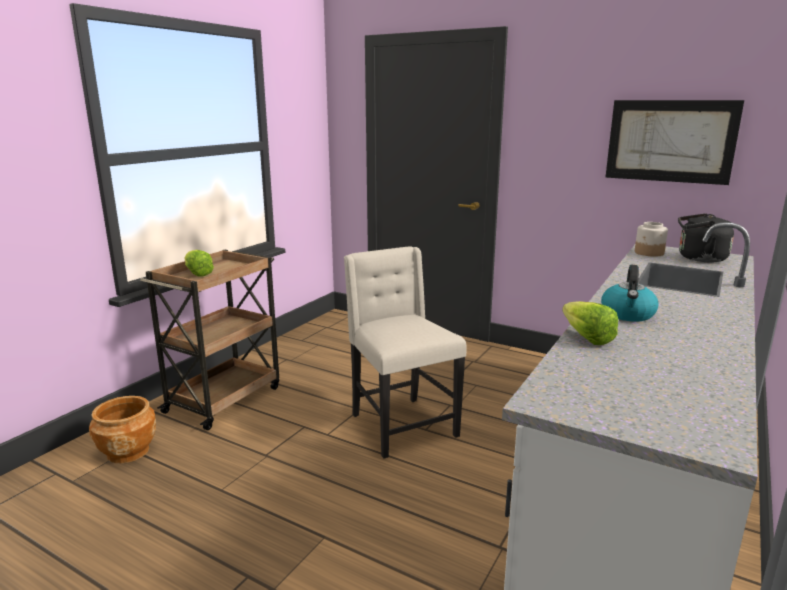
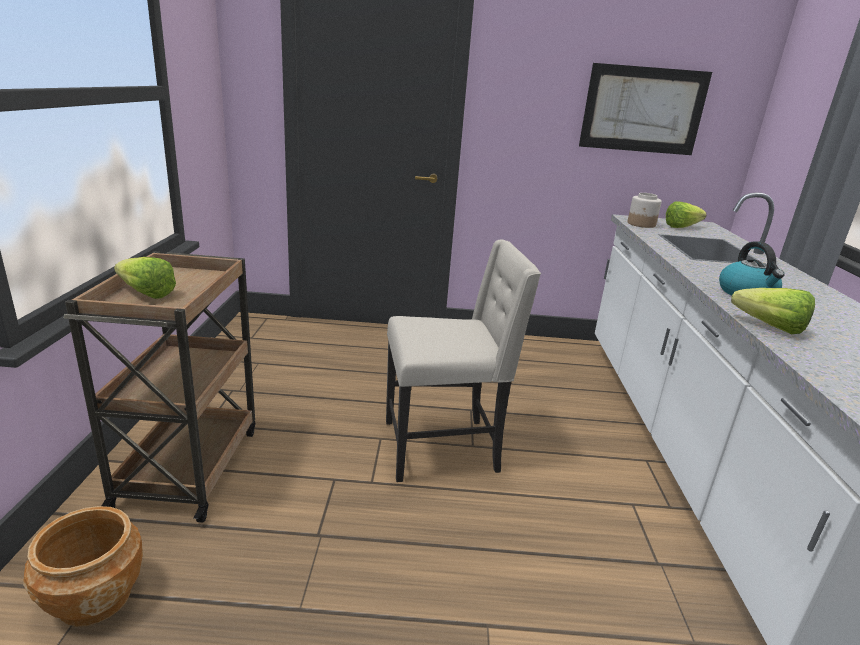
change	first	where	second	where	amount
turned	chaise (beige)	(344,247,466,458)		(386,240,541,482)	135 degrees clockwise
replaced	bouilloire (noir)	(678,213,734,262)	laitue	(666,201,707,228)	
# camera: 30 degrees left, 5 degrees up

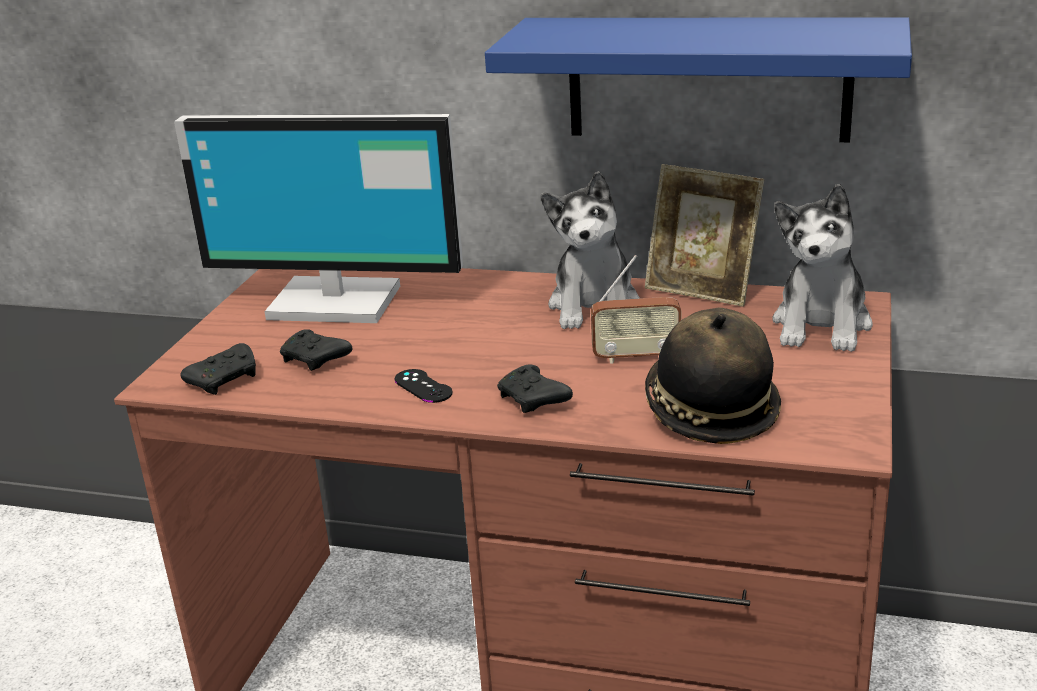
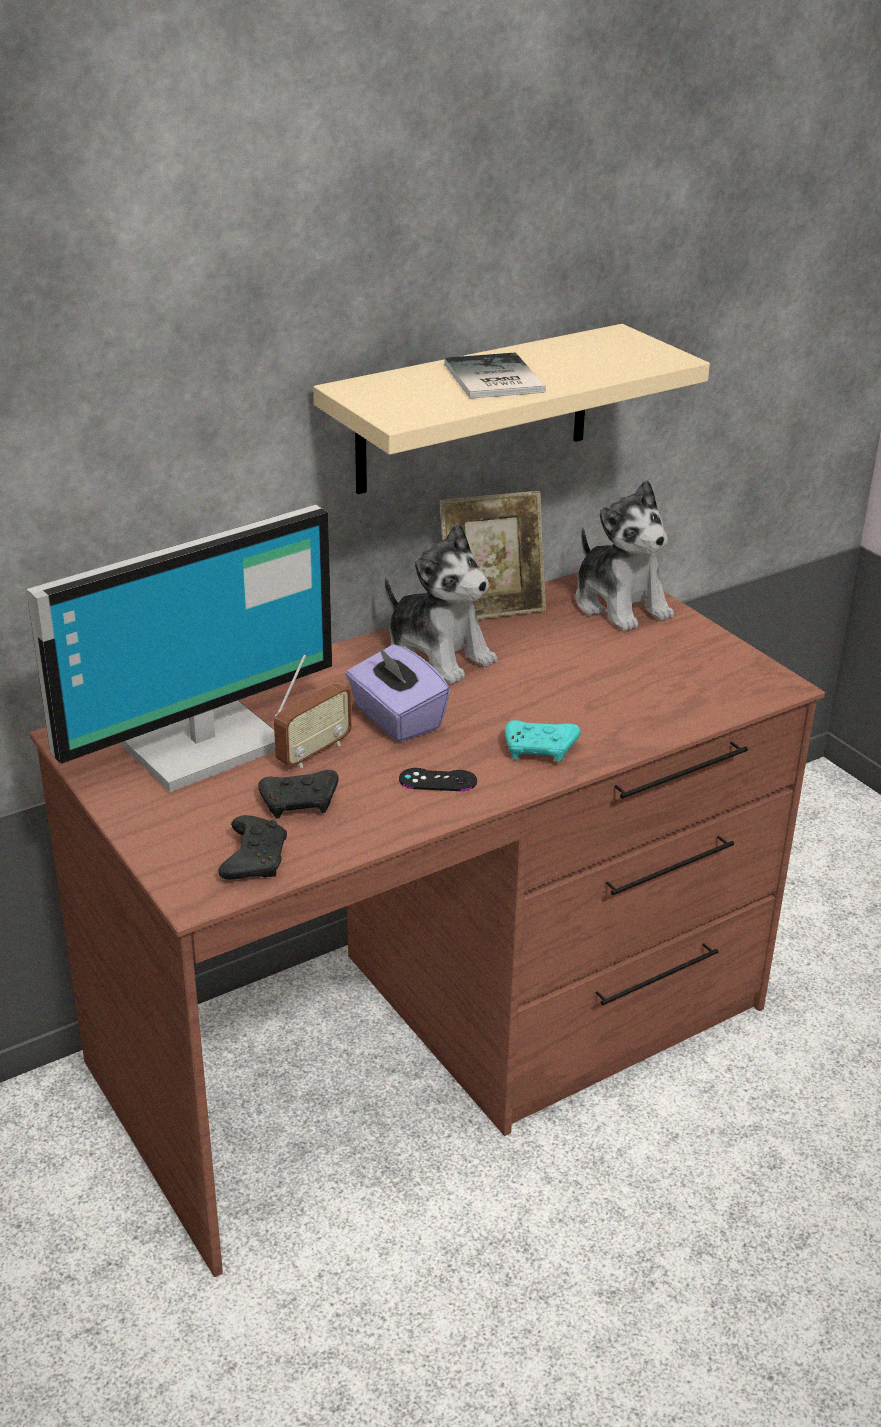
change	first	where	second	where	amount
moved	radio	(591,255,681,364)		(274,654,352,768)	
recoloured	étagère (bleu)	(485,17,912,143)	étagère (beige)	(313,324,710,494)	
added			boîte à mouchoirs (violet)	(346,644,450,742)	
added			livre	(444,353,546,399)	
recoloured	manette (noir)	(497,364,573,413)	manette (turquoise)	(505,720,581,762)	
removed	chapeau	(645,308,781,444)			
# camera: 50 degrees left, 5 degrees up

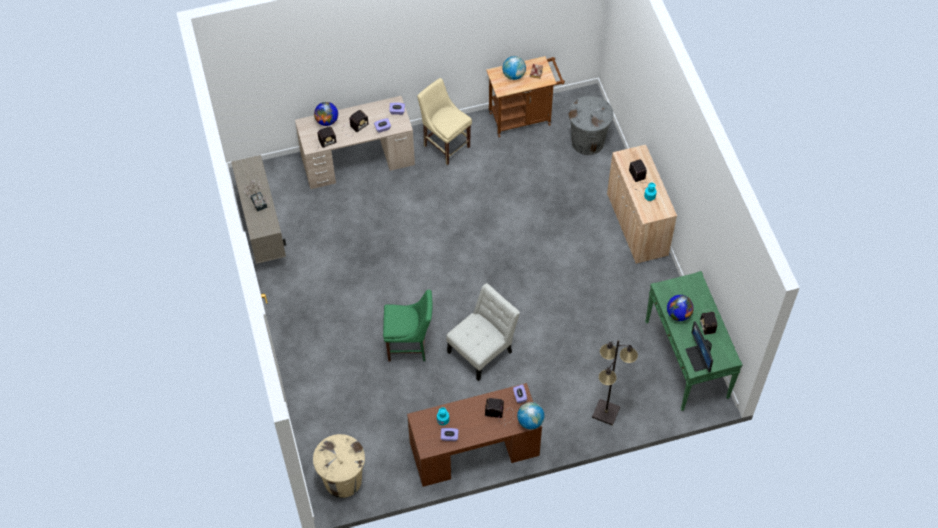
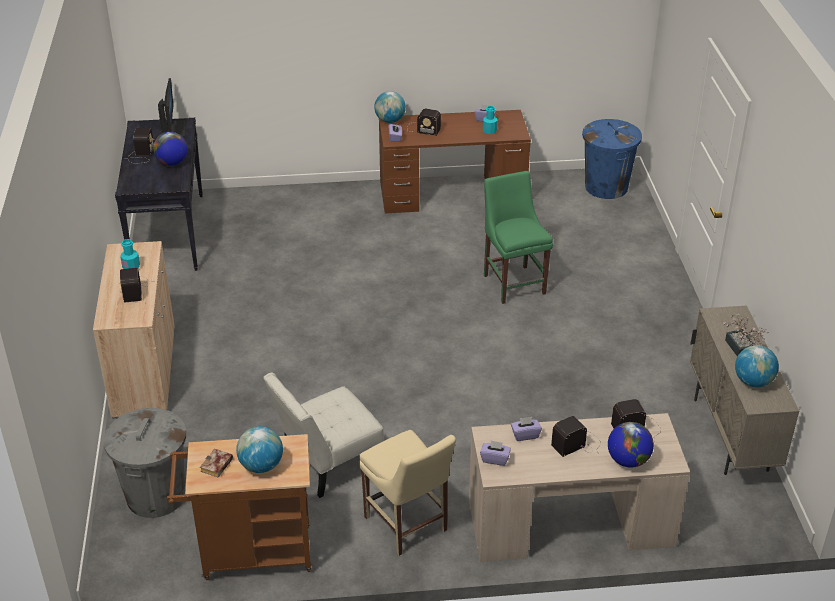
change	first	where	second	where	amount
recoloured	table console (vert)	(645,271,742,411)	table console (noir)	(115,118,203,271)	
moved	chaise (blanc)	(446,283,520,381)		(263,372,384,498)	
turned	chaise (vert)	(383,290,432,362)		(484,171,553,304)	60 degrees clockwise
recoloured	poubelle (beige)	(313,434,365,498)	poubelle (bleu)	(582,119,642,199)	
added			globe	(735,345,779,388)	
removed	lampadaire (noir)	(592,340,638,426)			
# camera: 170 degrees left, 20 degrees down

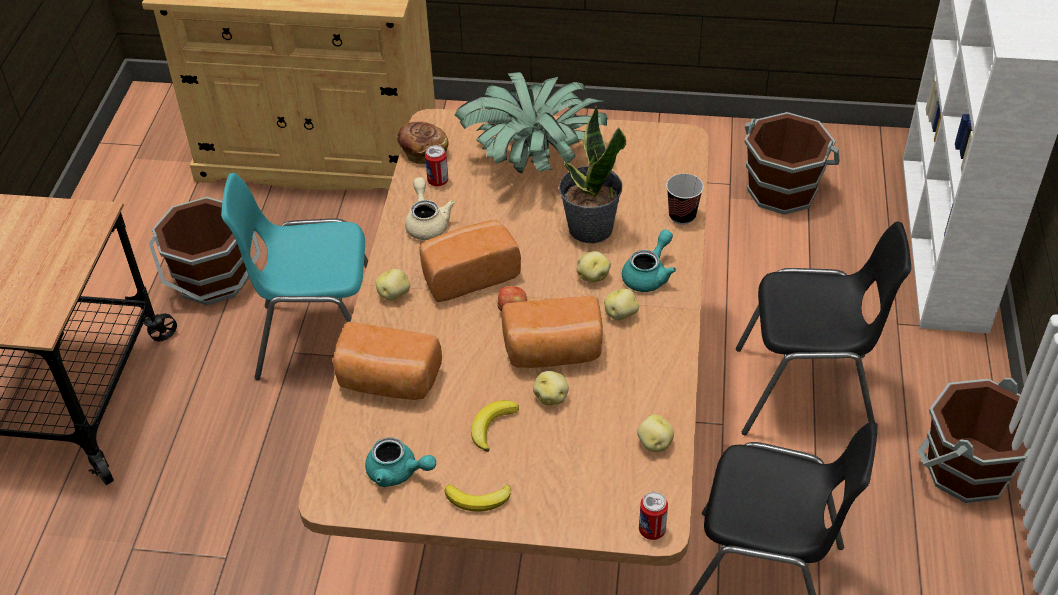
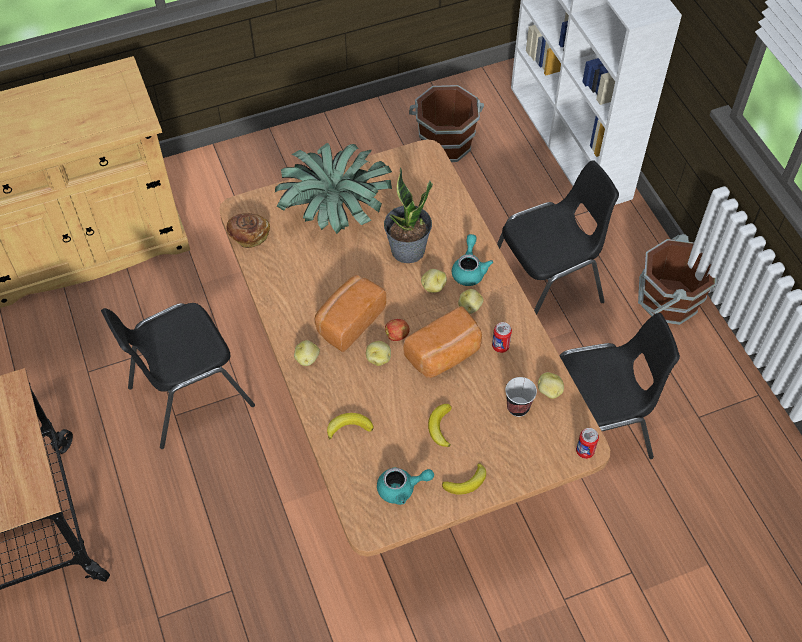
change	first	where	second	where	amount
recoloured	chaise (turquoise)	(221,173,368,380)	chaise (noir)	(101,303,255,449)	
replaced	pain	(333,322,442,400)	banane	(327,413,374,440)	
moved	pomme de terre	(533,371,569,406)		(366,341,391,366)	
moved	boîte métallique	(425,145,448,186)		(492,322,512,353)	
moved	tasse	(666,173,704,225)		(505,377,537,417)	
removed	seau (marron)	(149,197,261,305)			
removed	théière (beige)	(405,177,455,240)			
# camera: 30 degrees left, 10 degrees up

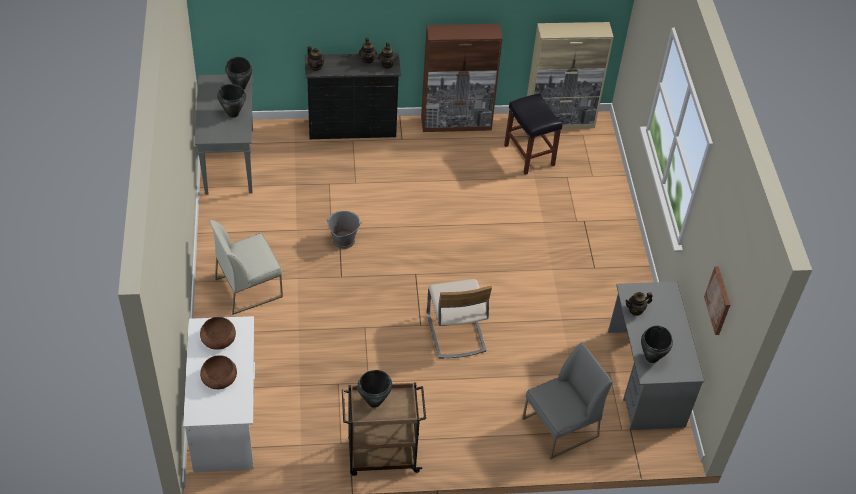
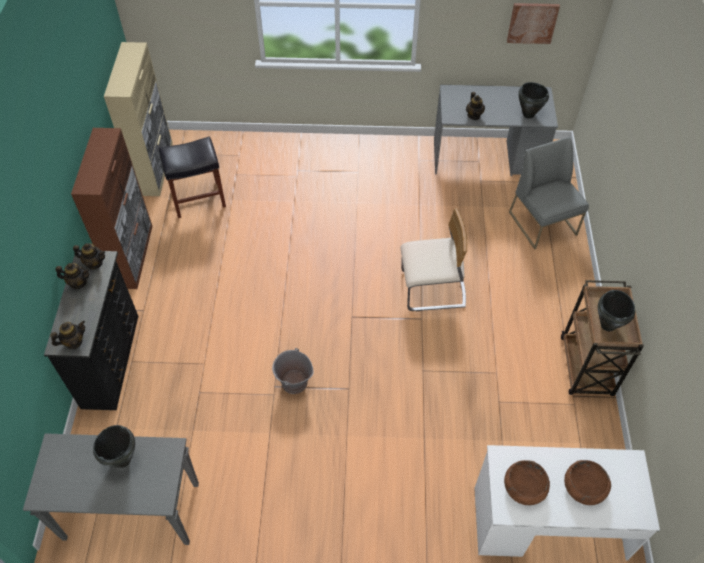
change	first	where	second	where	amount
removed	chaise (blanc)	(209,220,283,315)			
removed	marmite (noir)	(225,57,252,89)			
# camera: 80 degrees left, 5 degrees up

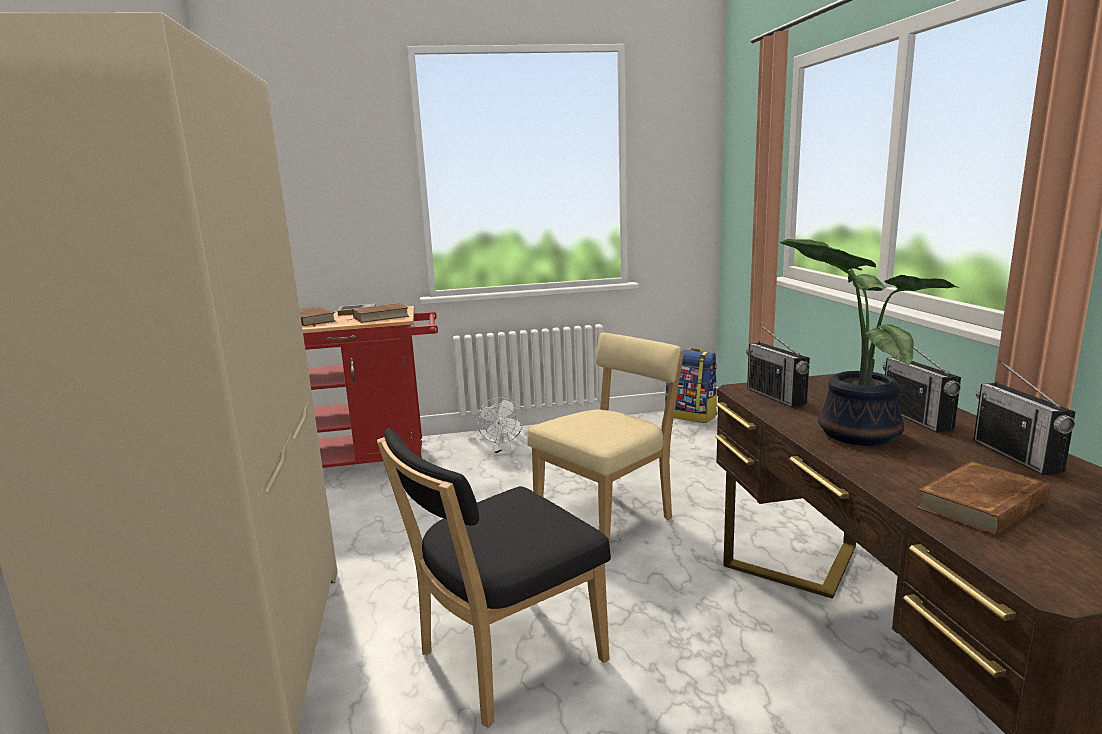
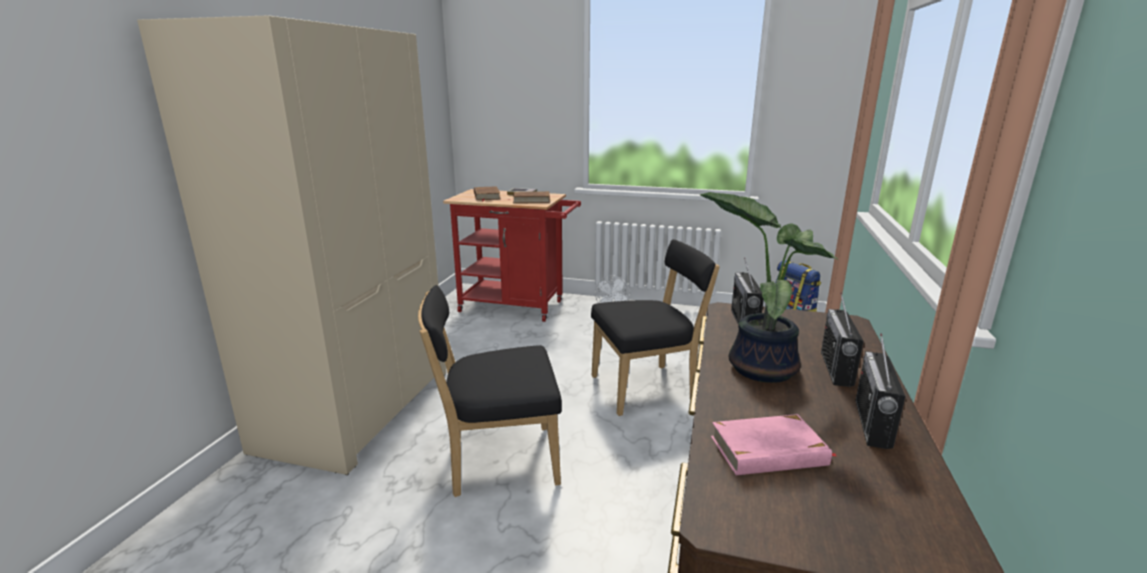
change	first	where	second	where	amount
recoloured	chaise (beige)	(527,333,684,545)	chaise (noir)	(591,239,720,416)	
recoloured	livre (marron)	(916,461,1050,536)	livre (rose)	(711,414,837,475)	
# camera: 25 degrees right, 5 degrees up

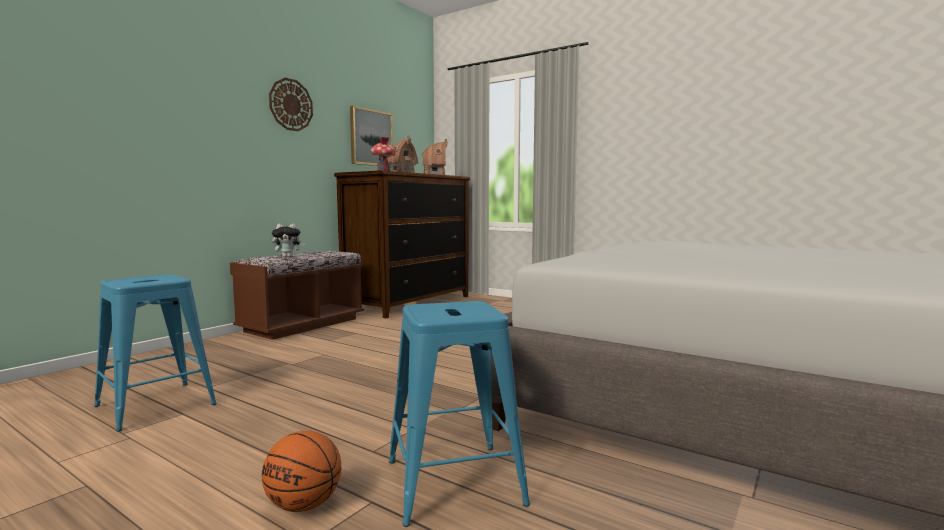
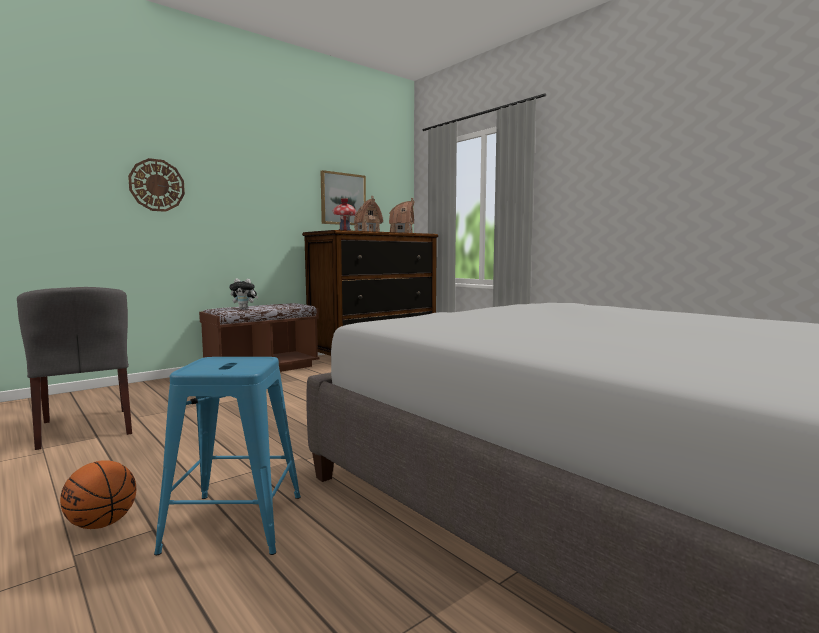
change	first	where	second	where	amount
replaced	tabouret (bleu)	(94,274,217,431)	chaise (gris)	(17,287,132,450)	
moved	horloge murale	(269,78,313,131)		(128,158,185,212)	
# camera: 15 degrees right, 0 degrees up

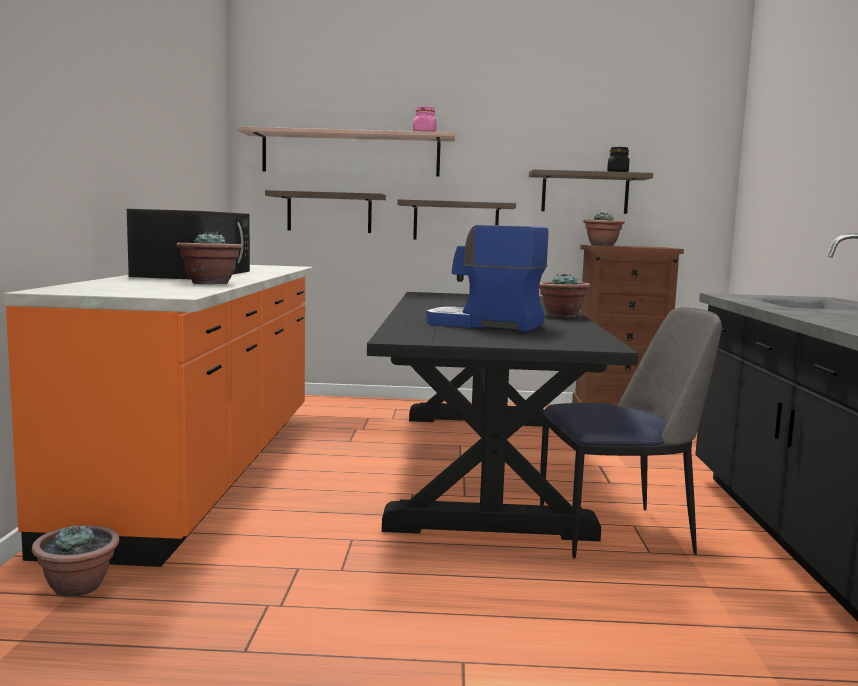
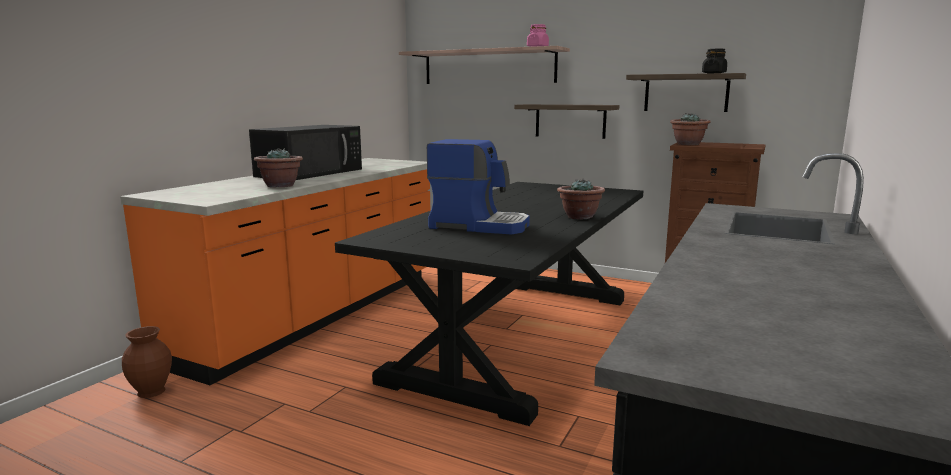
change	first	where	second	where	amount
replaced	plante en pot	(32,524,120,597)	vase (marron)	(122,326,172,398)	
turned	machine à café	(426,225,549,332)		(427,139,530,235)	150 degrees clockwise
removed	étagère	(265,190,386,233)			
removed	chaise	(540,307,722,558)			
# camera: 25 degrees right, 5 degrees up

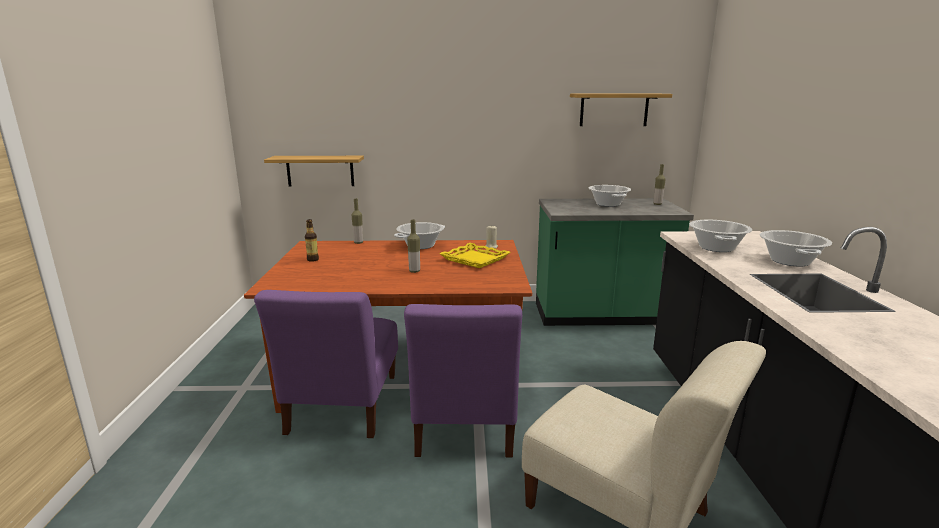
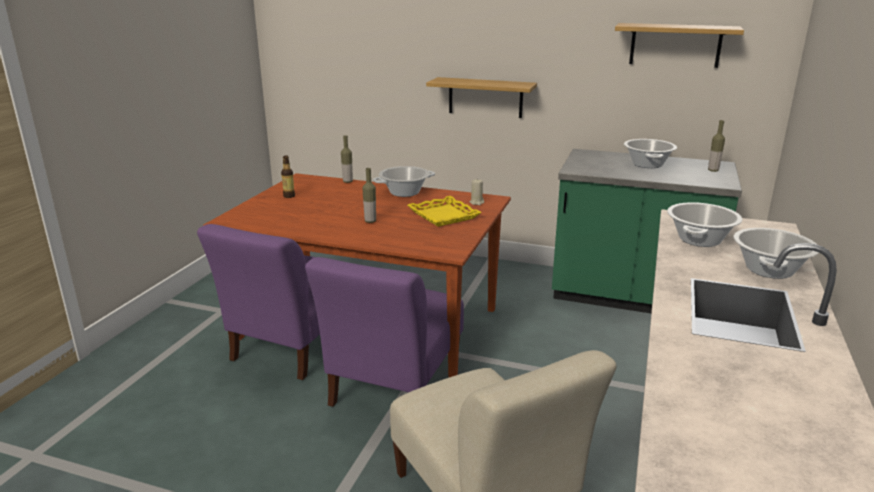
change	first	where	second	where	amount
moved	étagère	(264,156,364,187)		(426,77,537,118)	
# camera: 20 degrees right, 5 degrees up

